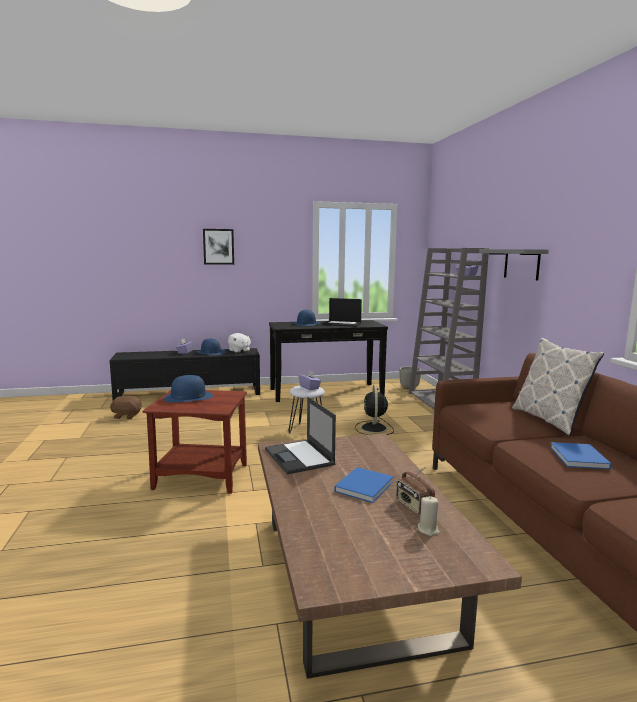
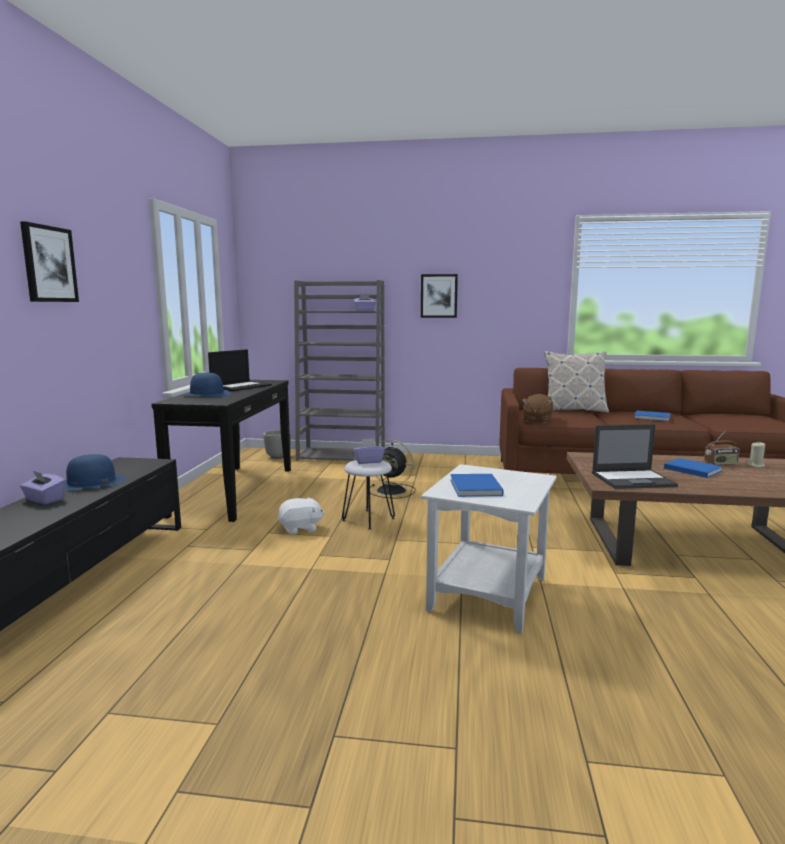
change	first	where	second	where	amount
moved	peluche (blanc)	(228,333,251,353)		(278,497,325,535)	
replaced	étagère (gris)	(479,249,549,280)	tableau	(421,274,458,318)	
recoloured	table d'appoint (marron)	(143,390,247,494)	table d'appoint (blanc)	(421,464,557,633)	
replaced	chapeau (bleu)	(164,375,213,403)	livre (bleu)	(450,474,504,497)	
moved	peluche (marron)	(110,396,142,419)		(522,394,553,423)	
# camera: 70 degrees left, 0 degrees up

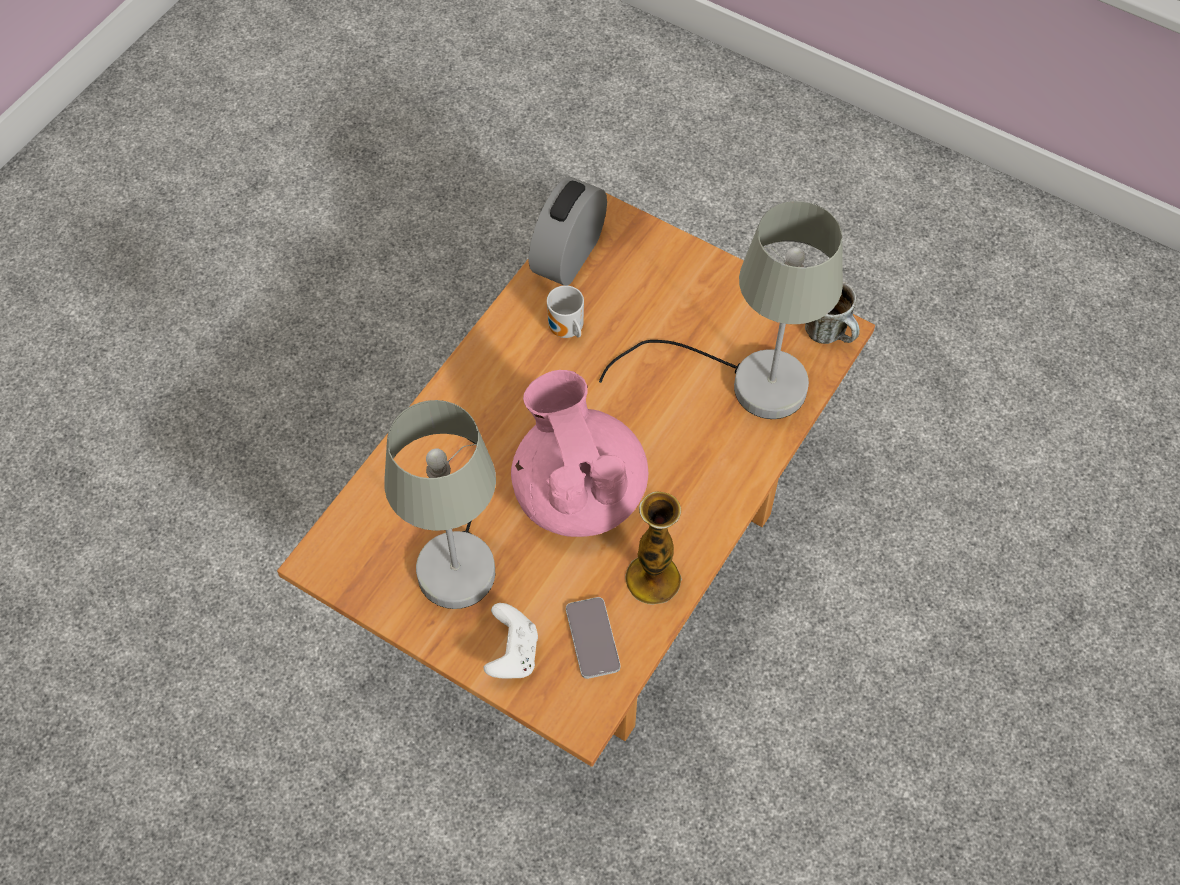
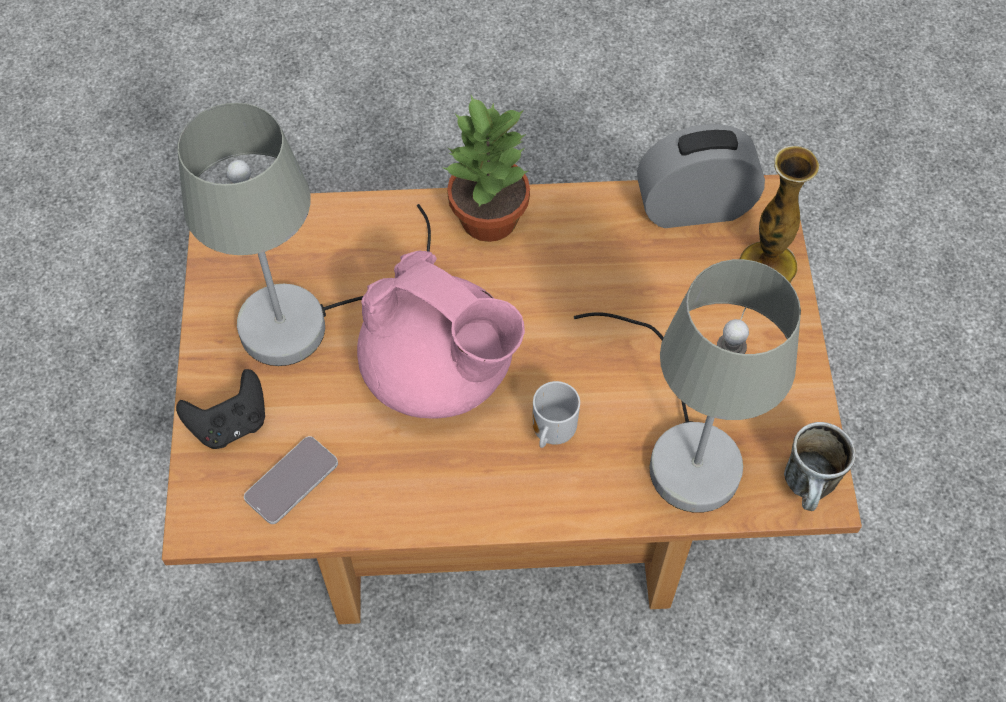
change	first	where	second	where	amount
recoloured	manette (blanc)	(483,603,538,679)	manette (noir)	(176,369,265,449)	
turned	théière (rose)	(511,370,648,537)		(357,251,525,419)	90 degrees clockwise
added			plante en pot	(443,95,530,242)	
moved	mug	(547,285,584,338)		(533,381,580,448)	
moved	vase	(625,492,682,605)		(739,146,819,283)	
# camera: 55 degrees right, 0 degrees up

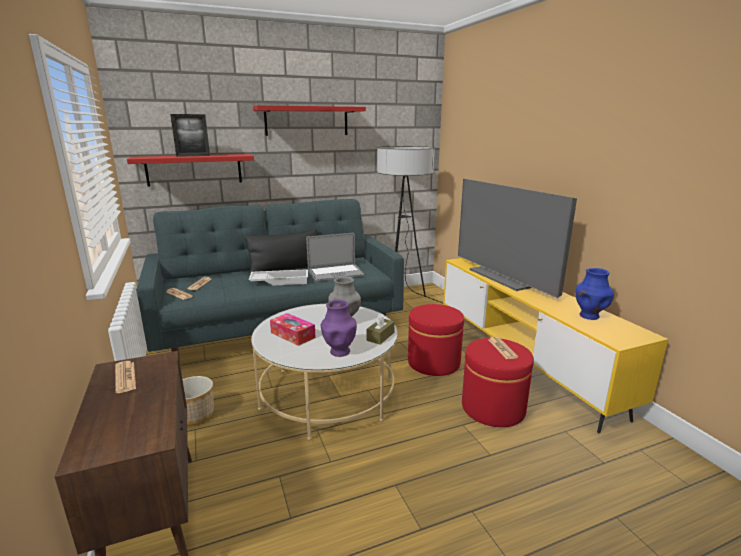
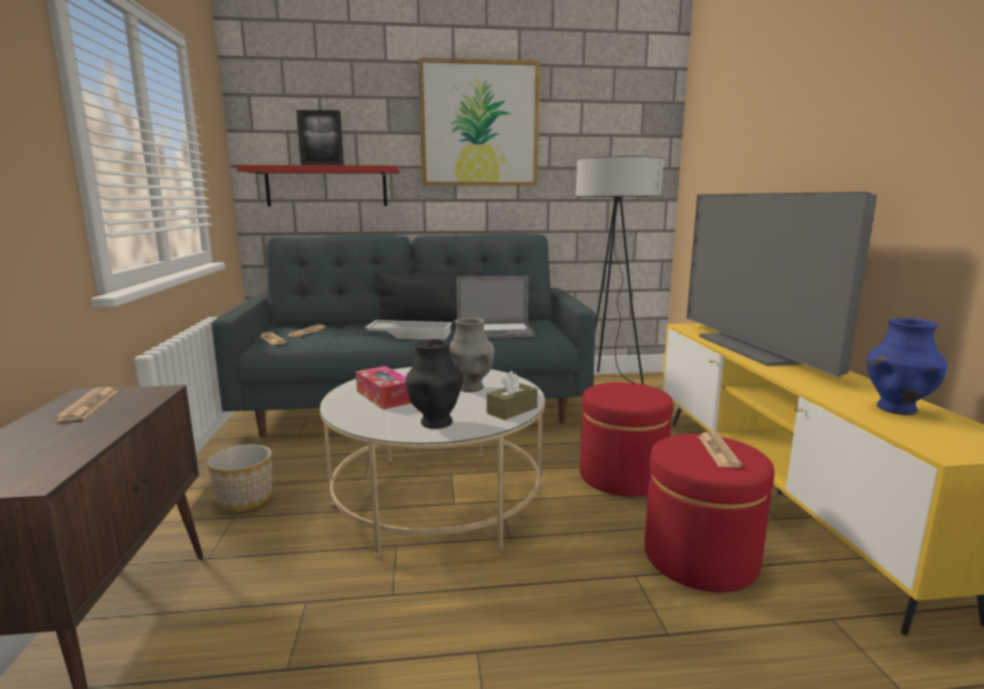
change	first	where	second	where	amount
recoloured	vase (violet)	(321,300,357,357)	vase (noir)	(406,339,463,429)	
replaced	étagère (rouge)	(253,105,366,136)	tableau	(419,58,540,186)	
# camera: 15 degrees right, 5 degrees down

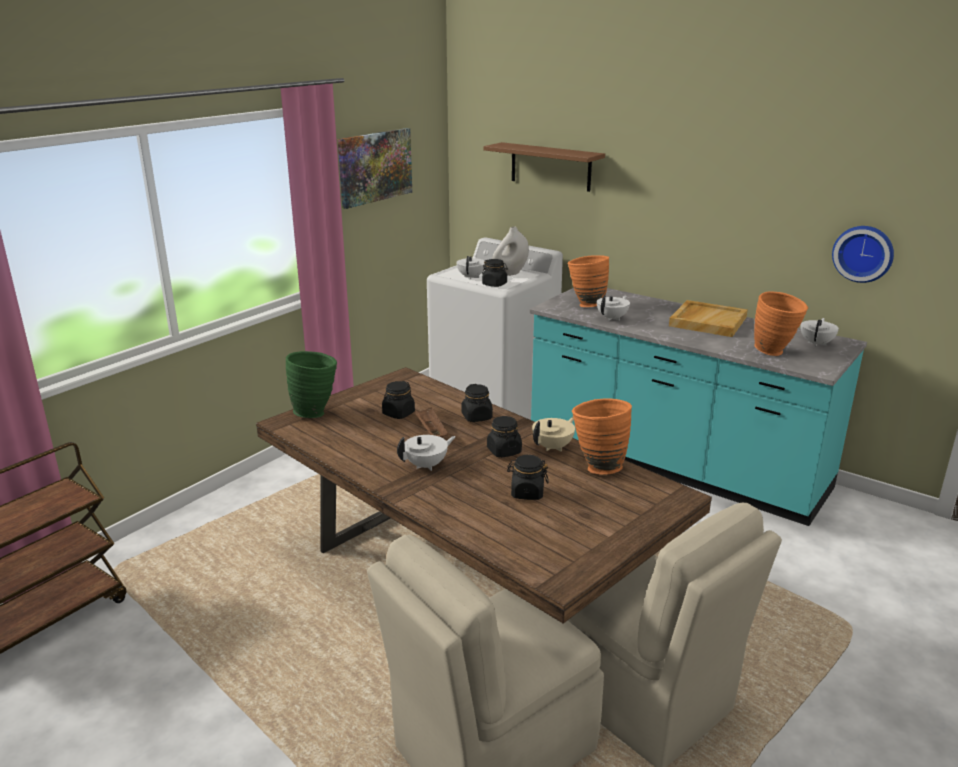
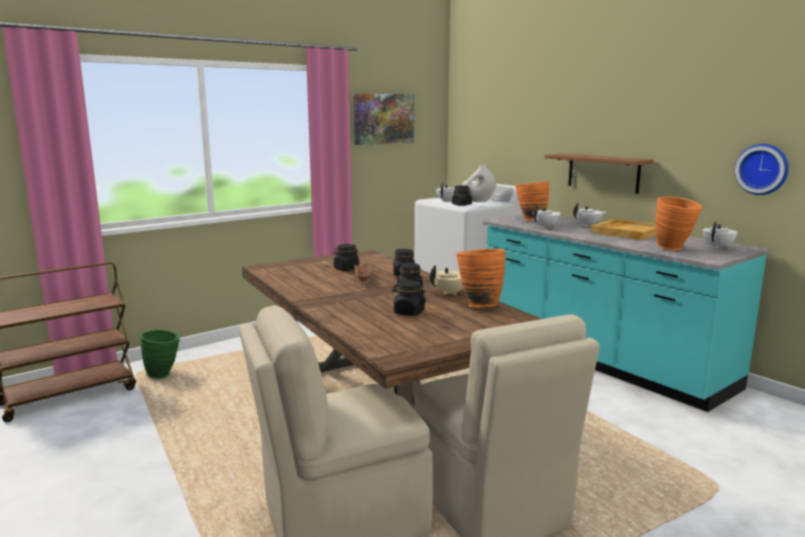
change	first	where	second	where	amount
moved	vase (vert)	(286,351,337,418)		(141,330,180,378)	
moved	étagère (marron)	(483,142,605,192)		(544,153,654,194)	
moved	théière (blanc)	(397,435,456,471)		(573,203,607,226)	
# camera: 15 degrees right, 10 degrees down

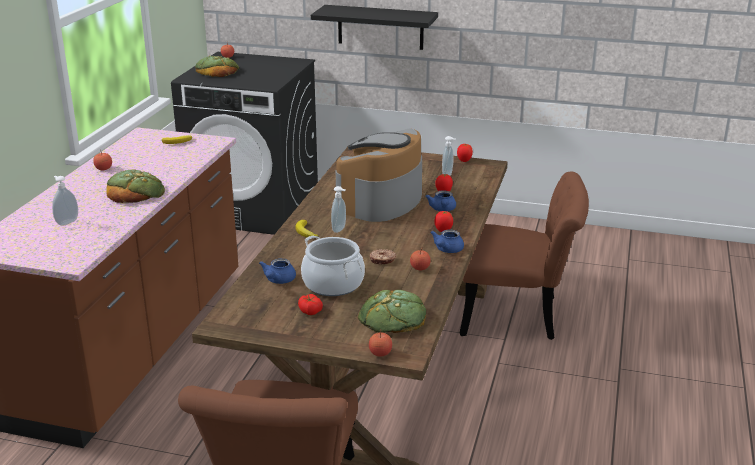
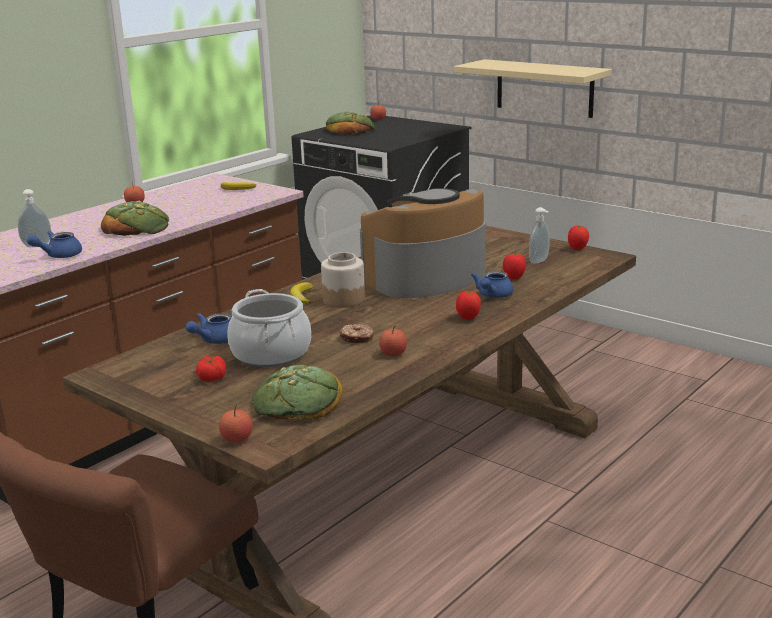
change	first	where	second	where	amount
moved	théière (bleu)	(430,229,464,253)		(27,231,82,258)	
replaced	distributeur de savon	(331,186,346,233)	bocal	(321,252,365,308)	
recoloured	étagère (noir)	(311,5,438,50)	étagère (beige)	(454,59,612,118)	
removed	chaise (marron)	(460,171,589,340)			
# camera: 25 degrees right, 5 degrees down

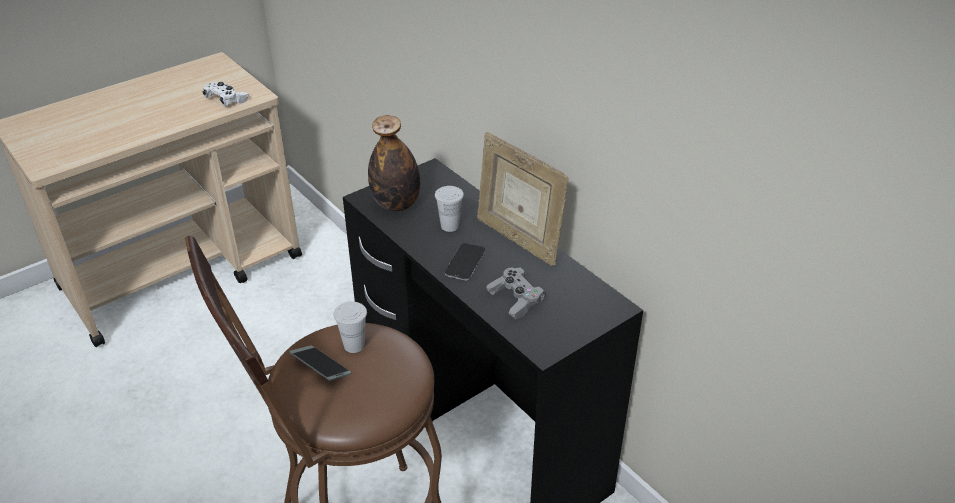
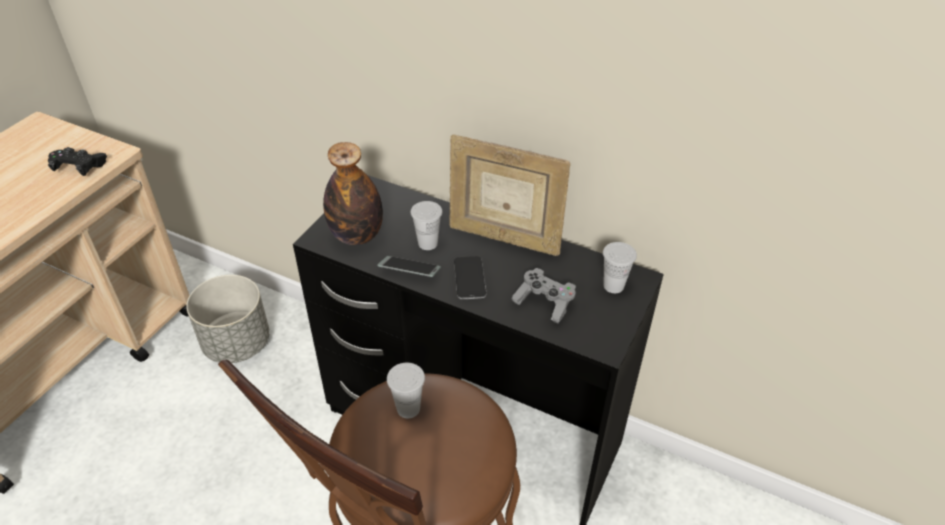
change	first	where	second	where	amount
recoloured	manette (blanc)	(202,82,249,107)	manette (noir)	(48,147,107,176)	
added			cache-pot (gris)	(186,275,270,363)	
moved	téléphone	(289,345,351,381)		(377,256,441,277)	
added			tasse (blanc)	(603,242,637,293)	
# camera: 25 degrees left, 5 degrees up

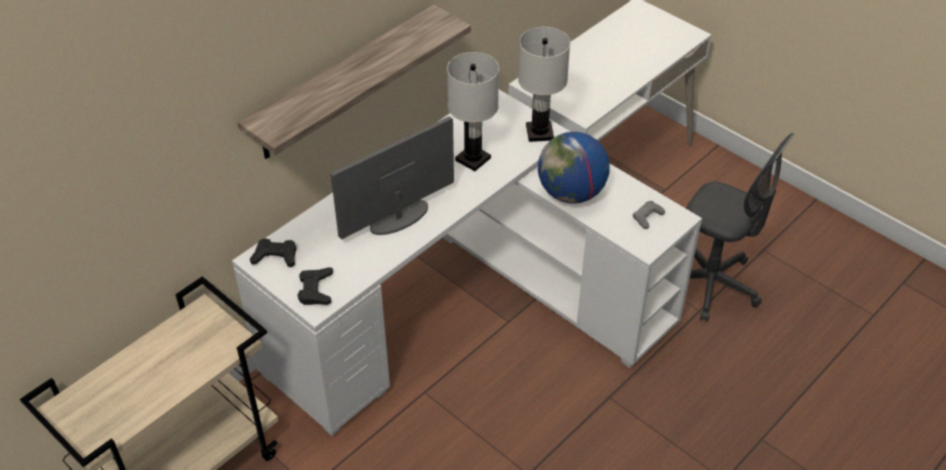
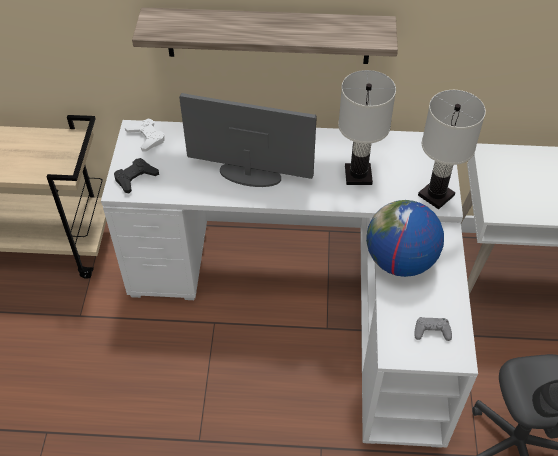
change	first	where	second	where	amount
recoloured	manette (noir)	(250,238,296,267)	manette (blanc)	(125,118,165,152)	
# camera: 50 degrees right, 5 degrees up

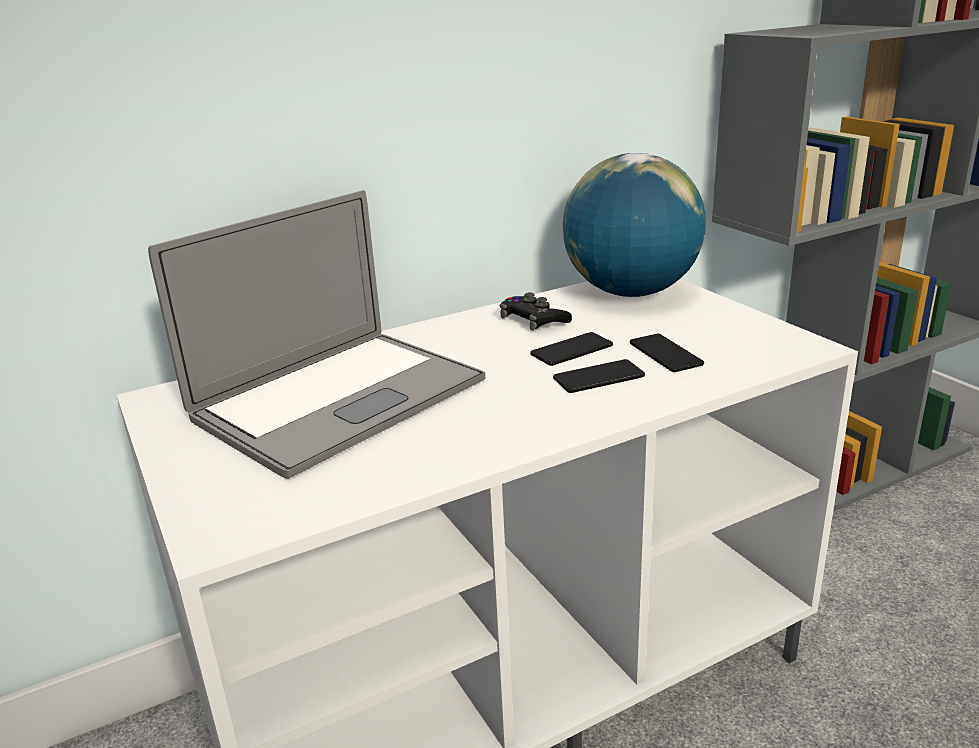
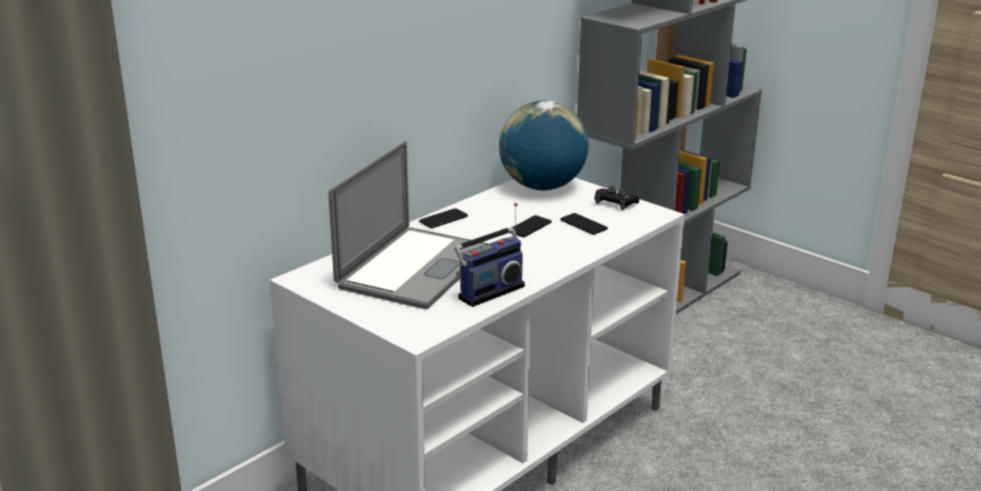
change	first	where	second	where	amount
moved	téléphone	(553,359,645,393)		(419,208,468,228)	
added			radio	(454,203,525,307)	
moved	manette (noir)	(500,292,572,331)		(595,186,639,210)	
# camera: 20 degrees left, 0 degrees up

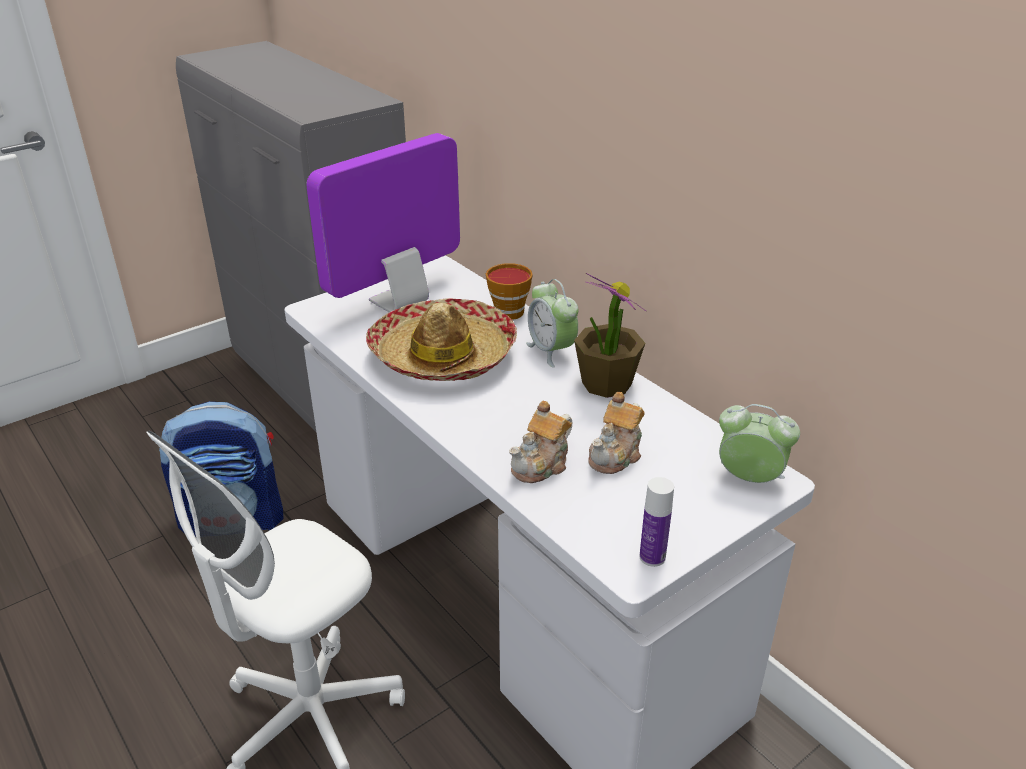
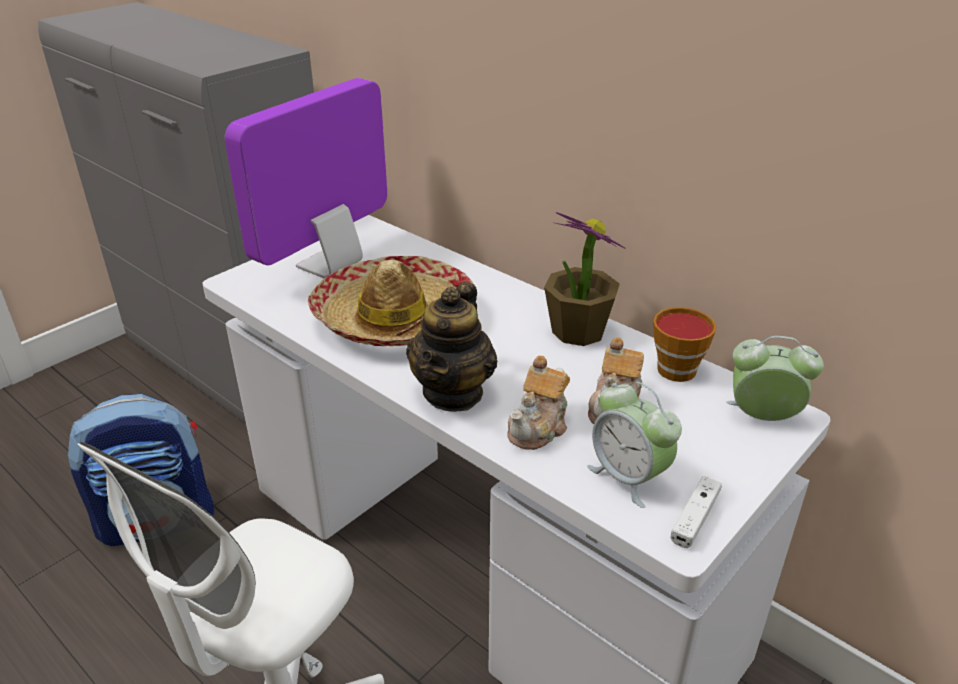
change	first	where	second	where	amount
added			théière	(406,282,498,412)	
moved	réveil	(526,279,578,368)		(587,382,682,508)	
moved	tasse	(486,263,533,320)		(653,307,716,382)	
replaced	bouteille	(639,477,674,567)	manette (blanc)	(671,476,722,548)	
# camera: 10 degrees left, 0 degrees up

